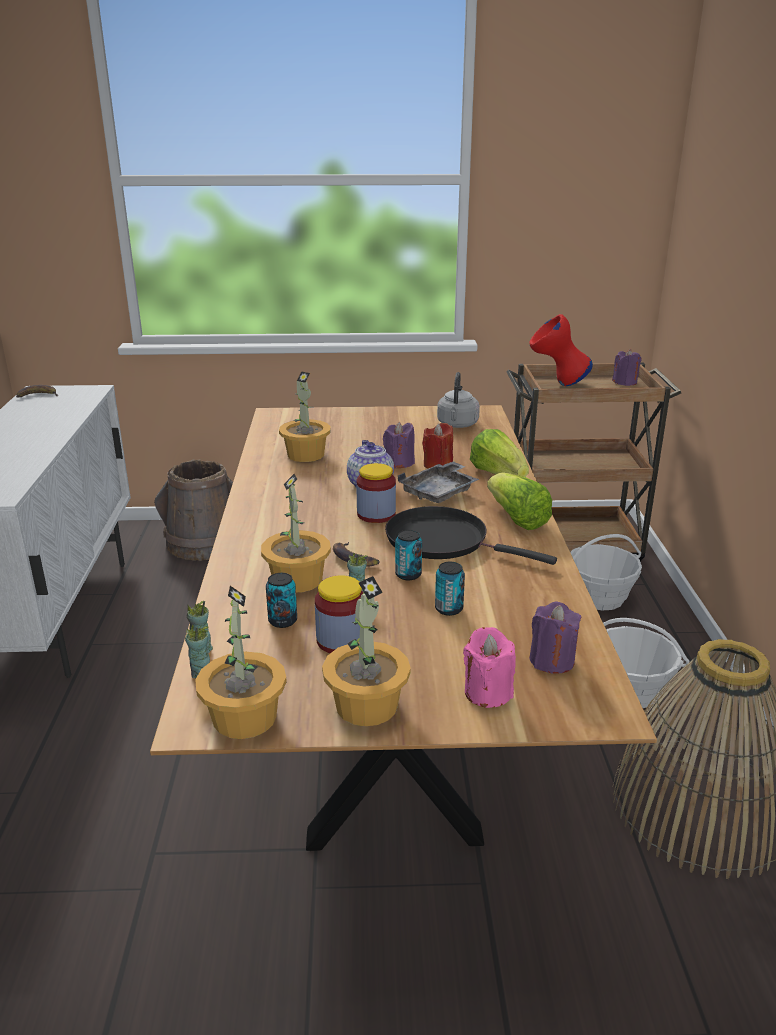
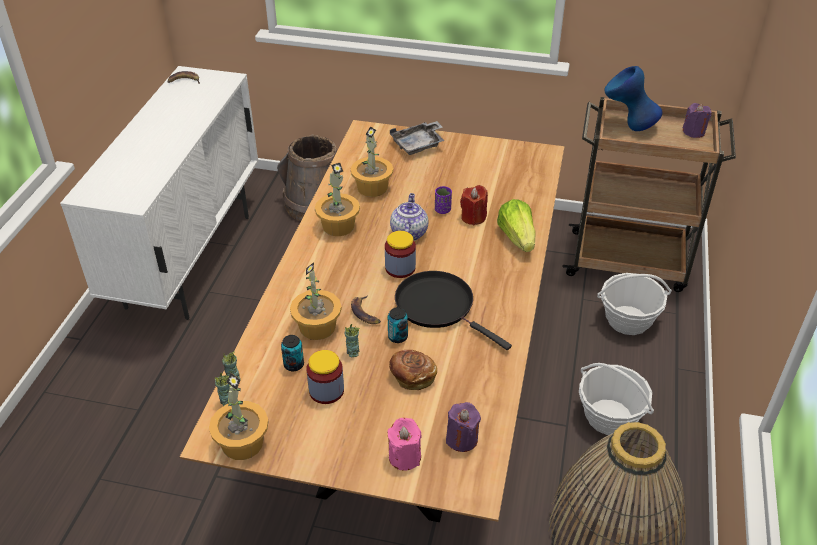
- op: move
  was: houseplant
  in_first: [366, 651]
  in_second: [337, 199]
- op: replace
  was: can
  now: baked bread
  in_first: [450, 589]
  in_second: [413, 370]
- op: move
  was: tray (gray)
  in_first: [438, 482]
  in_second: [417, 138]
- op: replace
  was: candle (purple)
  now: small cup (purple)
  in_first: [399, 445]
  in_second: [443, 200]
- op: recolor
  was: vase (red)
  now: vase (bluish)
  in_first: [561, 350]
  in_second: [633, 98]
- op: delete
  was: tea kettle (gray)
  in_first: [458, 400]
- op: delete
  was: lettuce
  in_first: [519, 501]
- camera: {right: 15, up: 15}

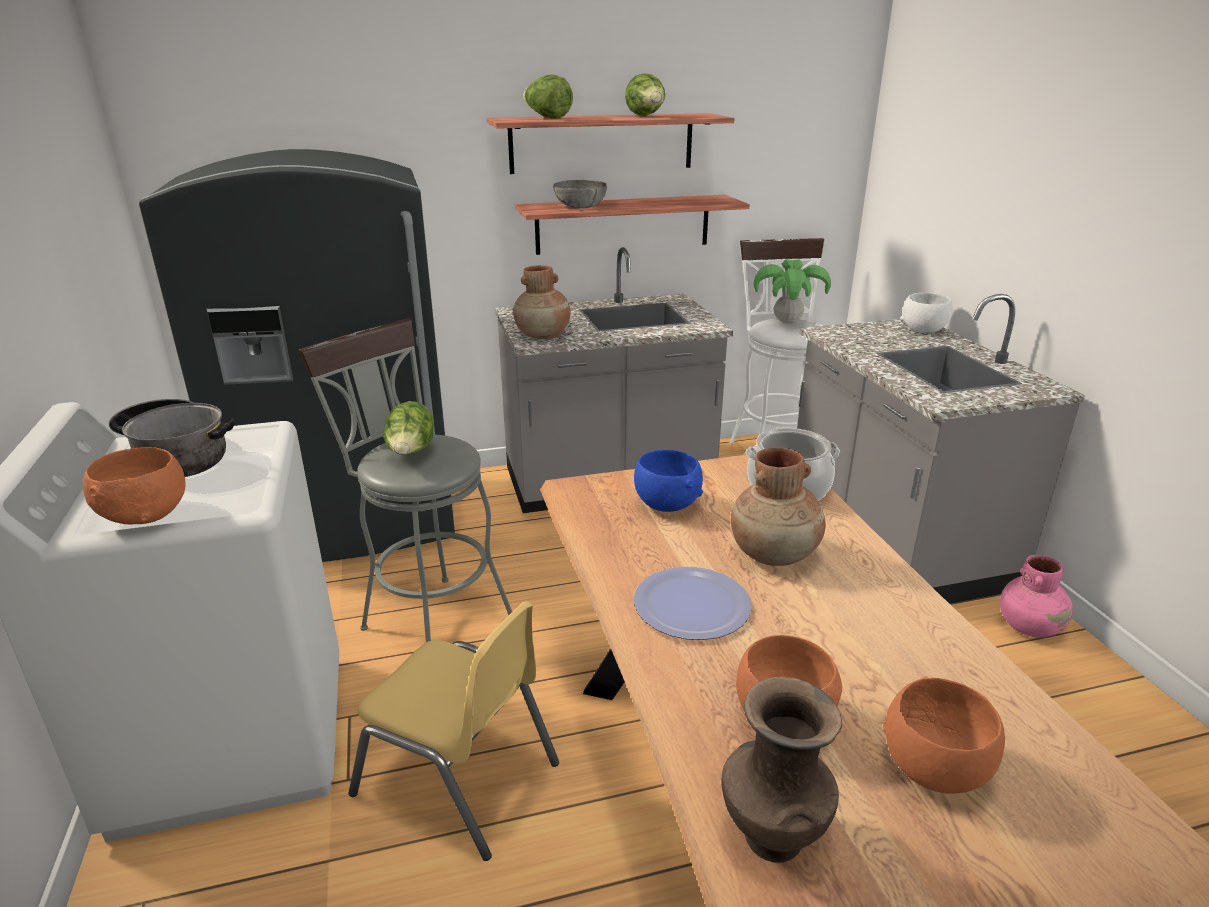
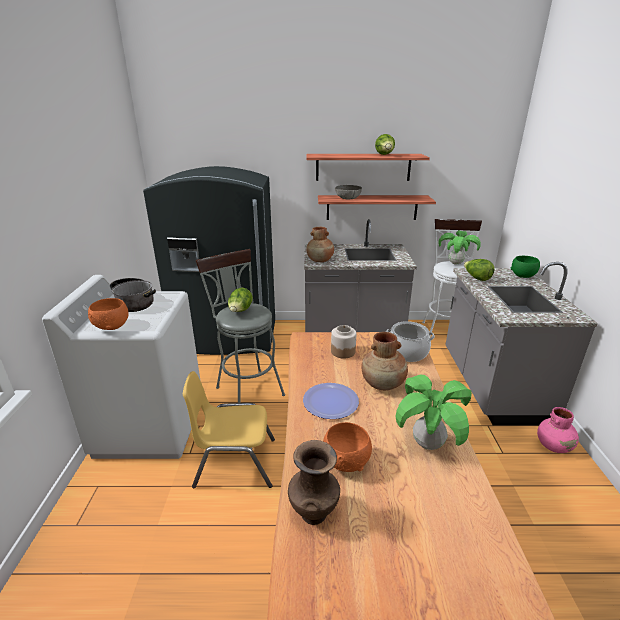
- op: rotate
  was: chair (yellowish)
  in_first: [454, 731]
  in_second: [229, 429]
  clockwise: 135
- op: replace
  was: serving bowl (bluish)
  now: preserve jar
  in_first: [668, 481]
  in_second: [343, 342]
- op: insert
  now: houseplant
  in_second: [433, 412]
- op: move
  was: lettuce
  in_first: [548, 96]
  in_second: [479, 270]
- op: recolor
  was: serving bowl (whitish)
  now: serving bowl (green-coloured)
  in_first: [927, 313]
  in_second: [525, 267]
- op: delete
  was: serving bowl (orange)
  in_first: [944, 735]
- camera: {right: 15, up: 0}

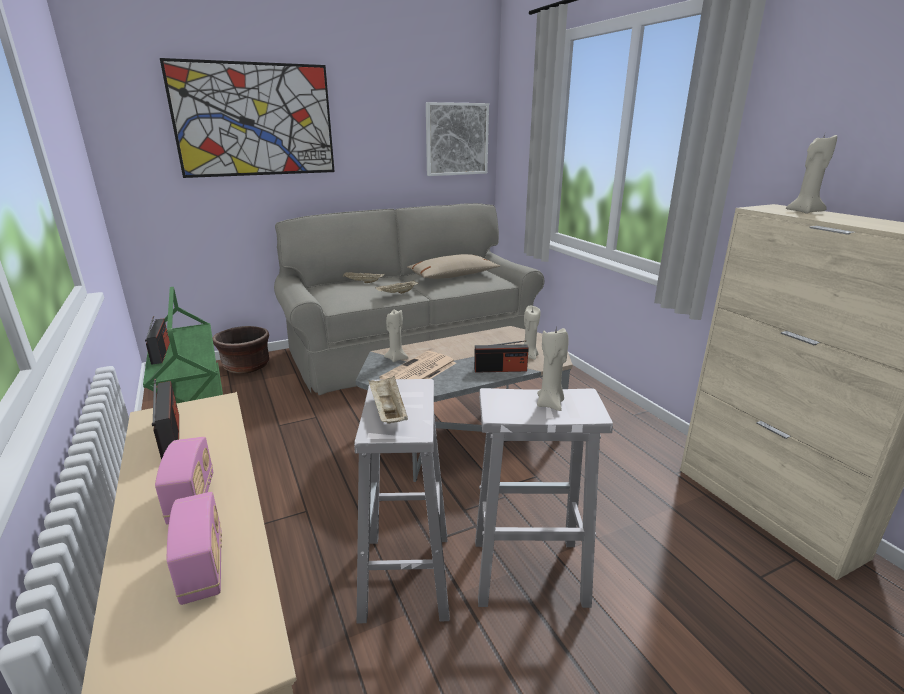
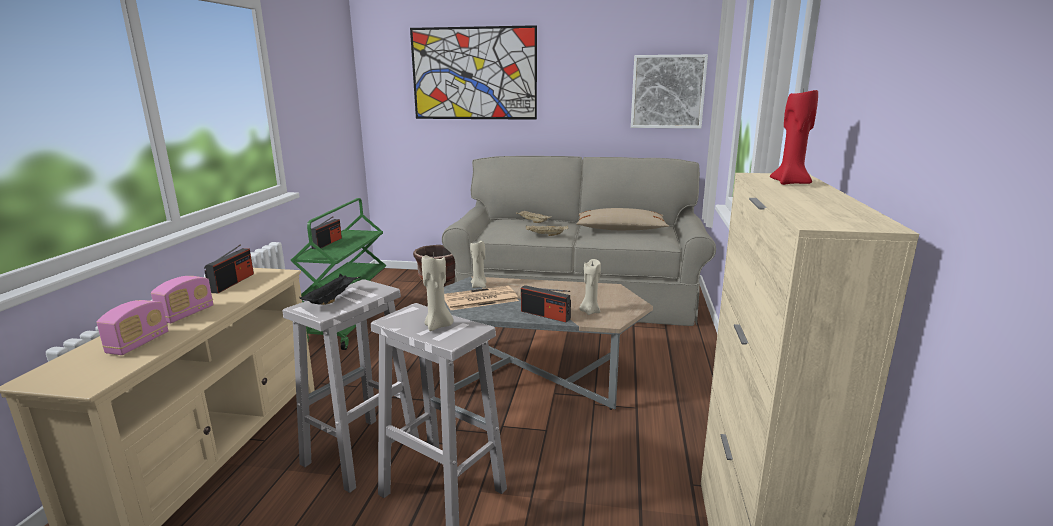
- op: recolor
  was: tray (sand-coloured)
  now: tray (black)
  in_first: [388, 400]
  in_second: [330, 289]
- op: recolor
  was: candle (sand-coloured)
  now: candle (red)
  in_first: [811, 174]
  in_second: [794, 136]
- camera: {right: 35, up: -5}

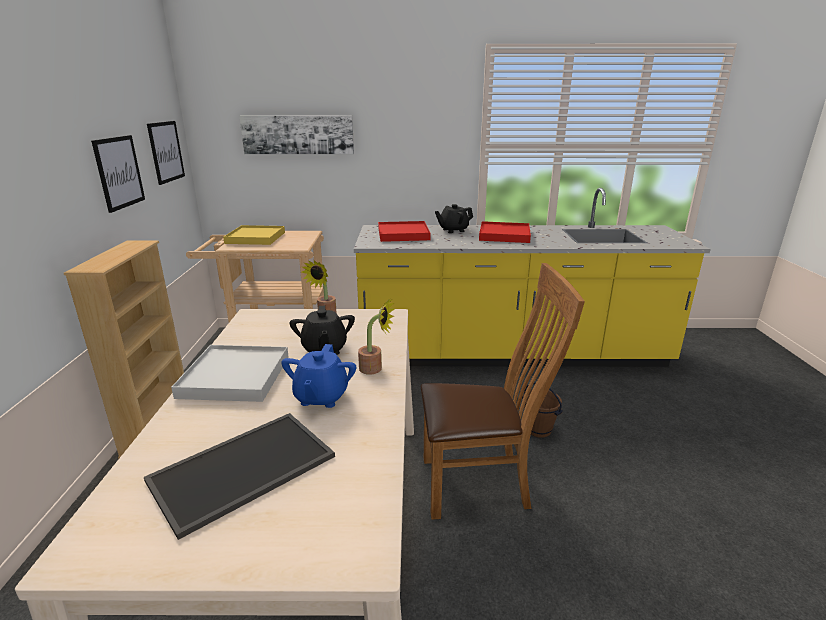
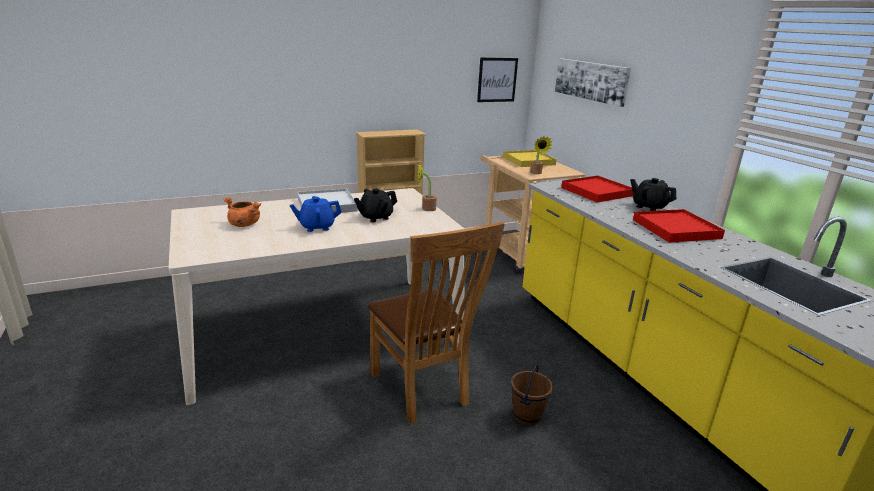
- op: replace
  was: tray
  now: saucepot (orange)
  in_first: [239, 476]
  in_second: [242, 212]
- op: move
  was: houseplant
  in_first: [376, 336]
  in_second: [541, 155]
- op: delete
  was: picture
  in_first: [118, 174]
- camera: {right: 65, up: 0}

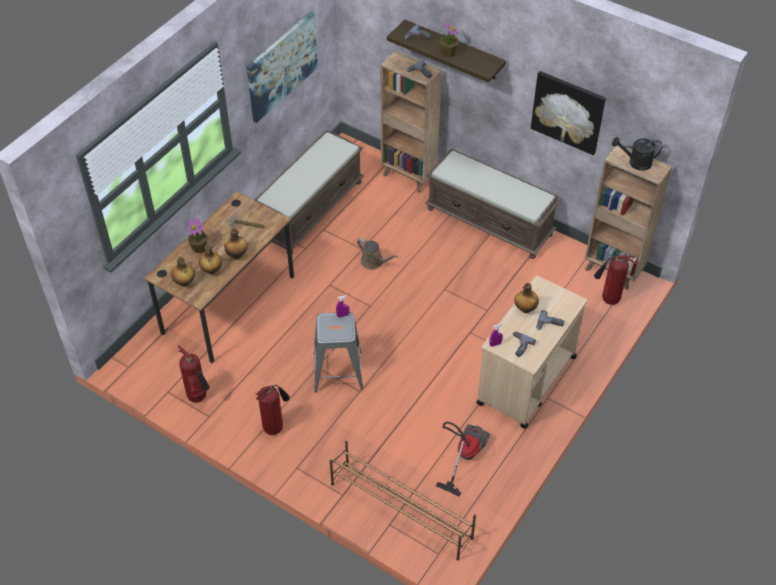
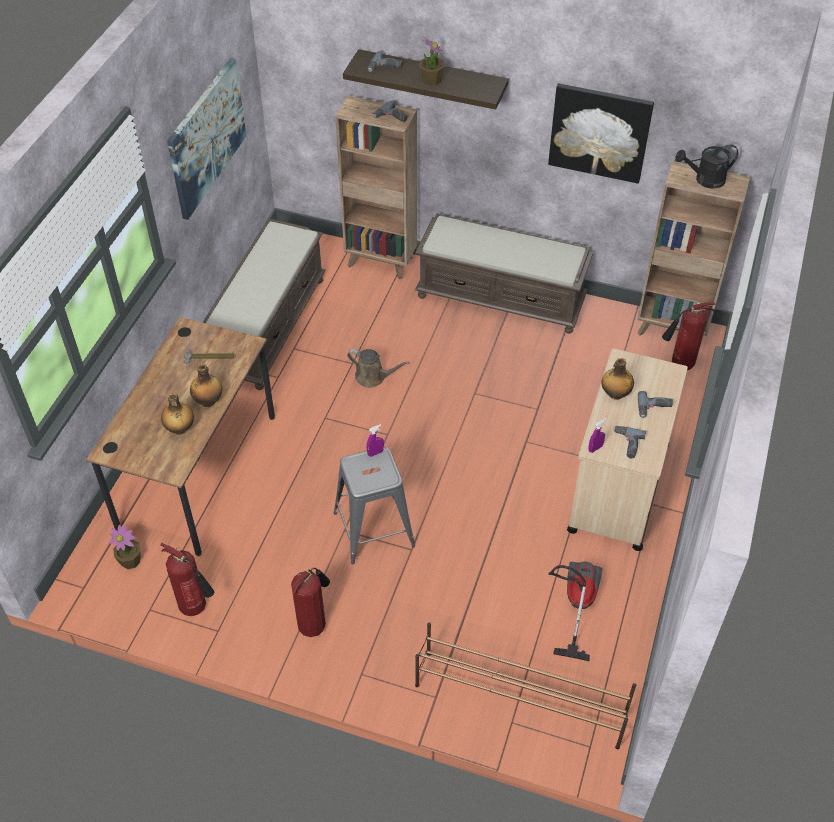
- op: move
  was: houseplant
  in_first: [197, 235]
  in_second: [125, 547]
- op: delete
  was: bottle
  in_first: [183, 271]
- camera: {right: -15, up: 0}

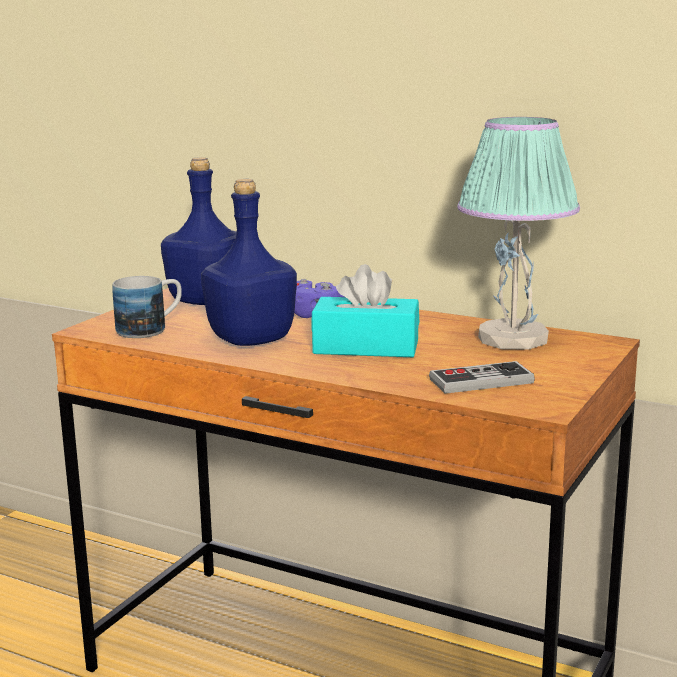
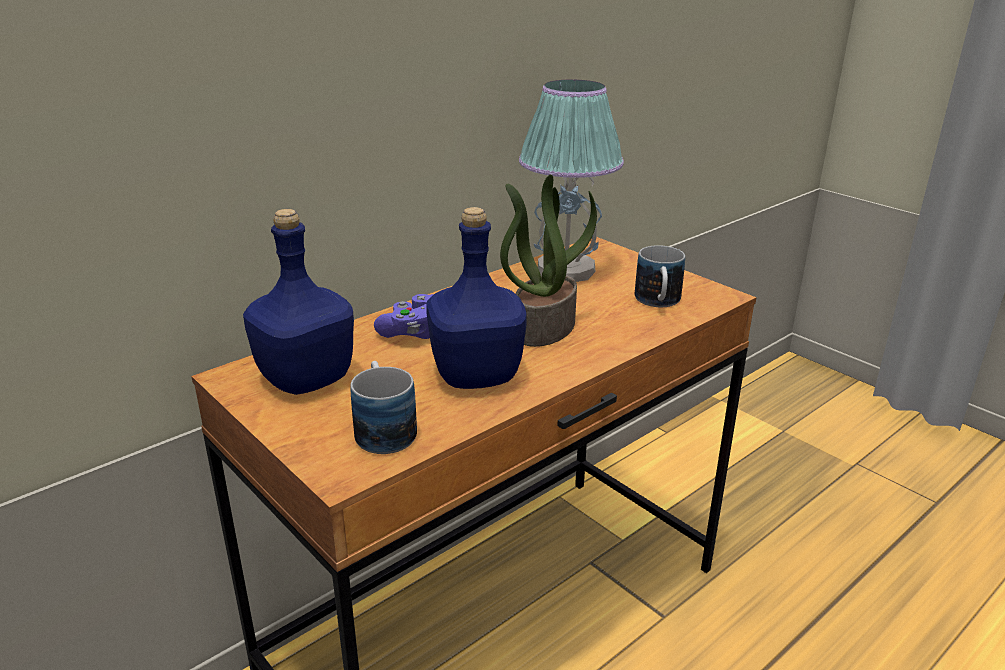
- op: replace
  was: box of tissues (turquoise)
  now: houseplant
  in_first: [365, 310]
  in_second: [548, 260]
- op: replace
  was: gamepad
  now: coffee mug
  in_first: [482, 377]
  in_second: [660, 276]
- camera: {right: -70, up: 10}

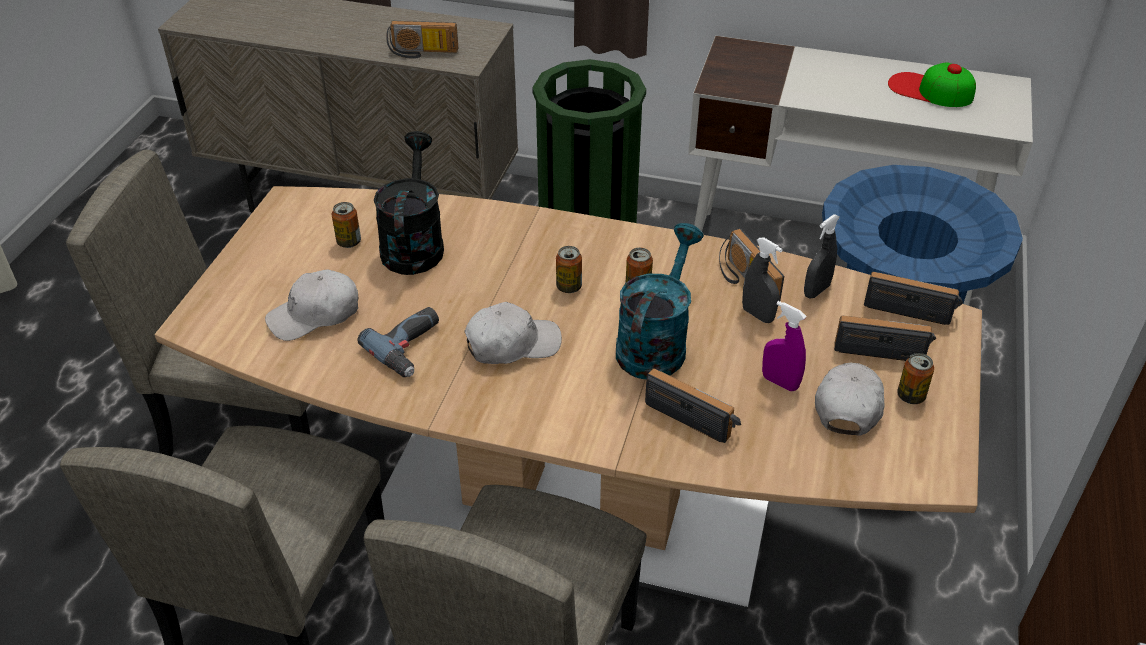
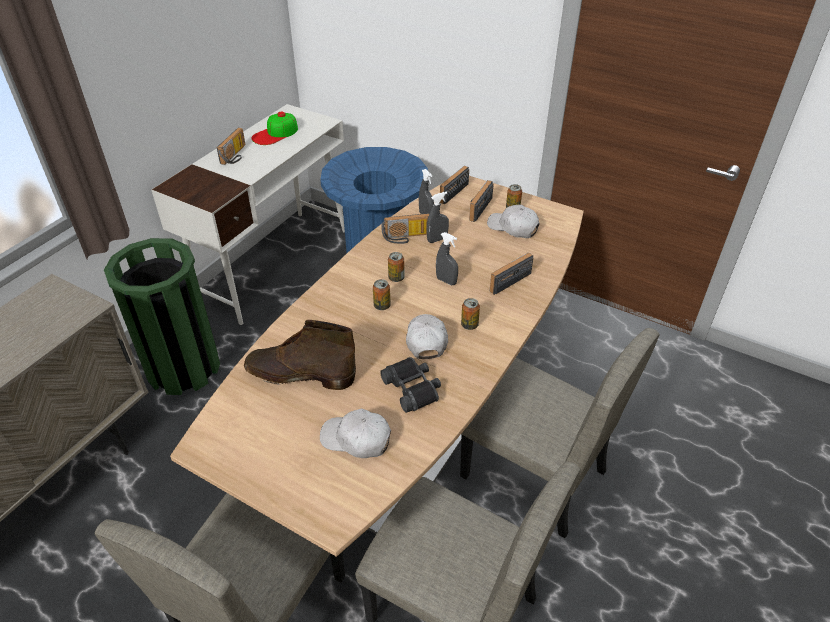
- op: move
  was: radio
  in_first: [422, 40]
  in_second: [231, 146]
- op: replace
  was: watering can (black)
  now: high-top boot (brown)
  in_first: [409, 203]
  in_second: [300, 355]
- op: rotate
  was: baseball cap (whitish)
  in_first: [311, 305]
  in_second: [355, 433]
  clockwise: 120
- op: replace
  was: drill
  now: pair of binoculars (black)
  in_first: [398, 342]
  in_second: [410, 385]
- op: replace
  was: watering can (turquoise)
  now: sprayer (gray)
  in_first: [660, 301]
  in_second: [447, 258]
- op: move
  was: can
  in_first: [346, 225]
  in_second: [470, 314]
- op: delete
  was: sprayer (purple)
  in_first: [784, 346]
- camera: {right: -75, up: 0}

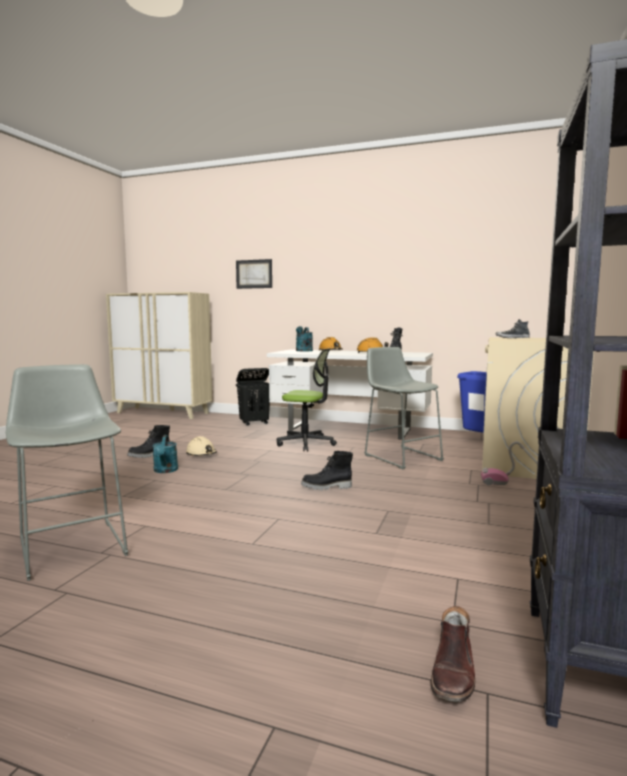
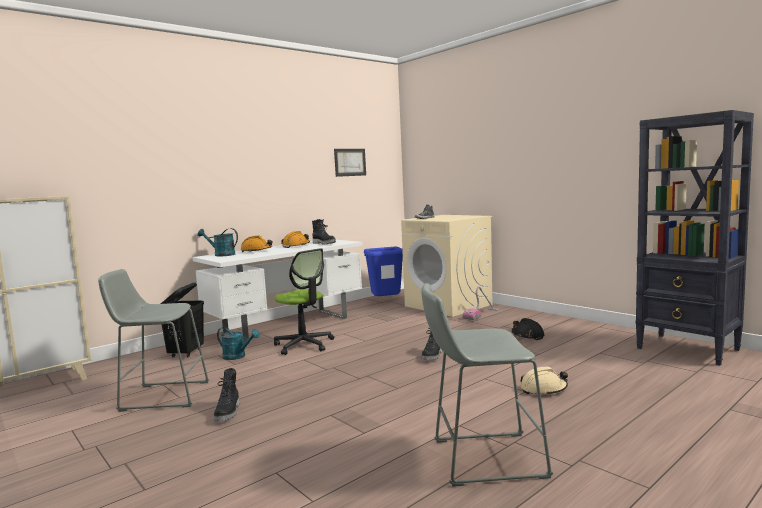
- op: move
  was: sitting stool (gray)
  in_first: [404, 408]
  in_second: [154, 340]
- op: move
  was: watering can (turquoise)
  in_first: [165, 454]
  in_second: [238, 343]
- op: rotate
  was: desk chair
  in_first: [307, 399]
  in_second: [304, 301]
  clockwise: 90
- op: move
  was: picture
  in_first: [254, 274]
  in_second: [350, 163]
- op: insert
  now: hard hat (black)
  in_second: [528, 329]
- op: move
  was: hard hat (sand-coloured)
  in_first: [201, 446]
  in_second: [544, 381]
- op: delete
  was: high-top boot (brown)
  in_first: [453, 654]
- camera: {right: -60, up: 0}

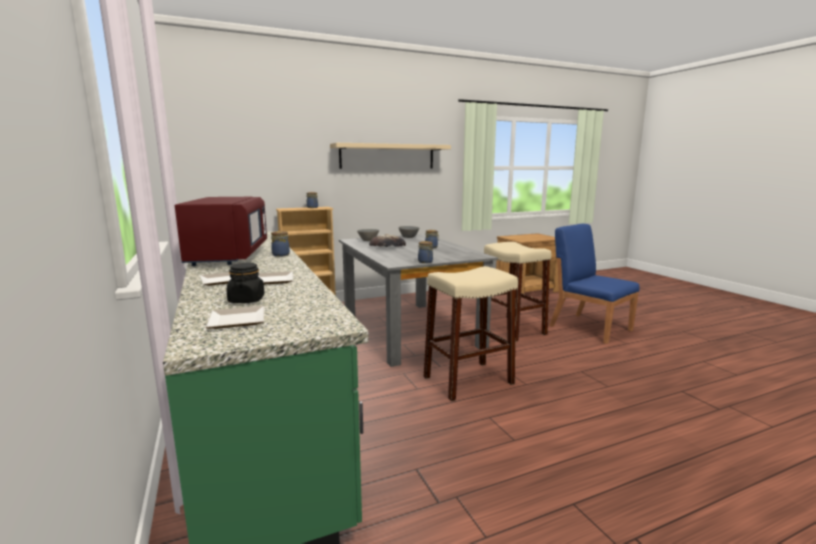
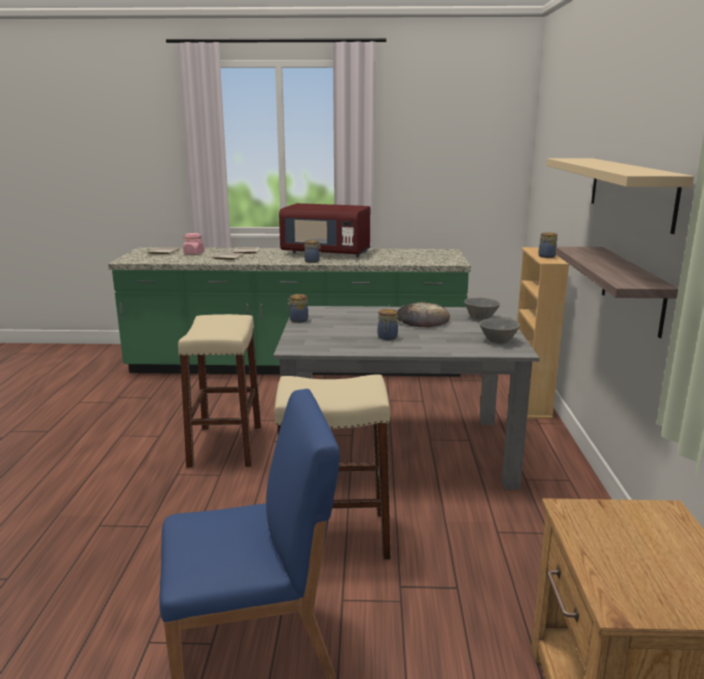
- op: recolor
  was: preserve jar (black)
  now: preserve jar (pink)
  in_first: [246, 283]
  in_second: [193, 244]
- op: insert
  now: wall shelf
  in_second: [616, 292]
- camera: {right: 115, up: 5}

